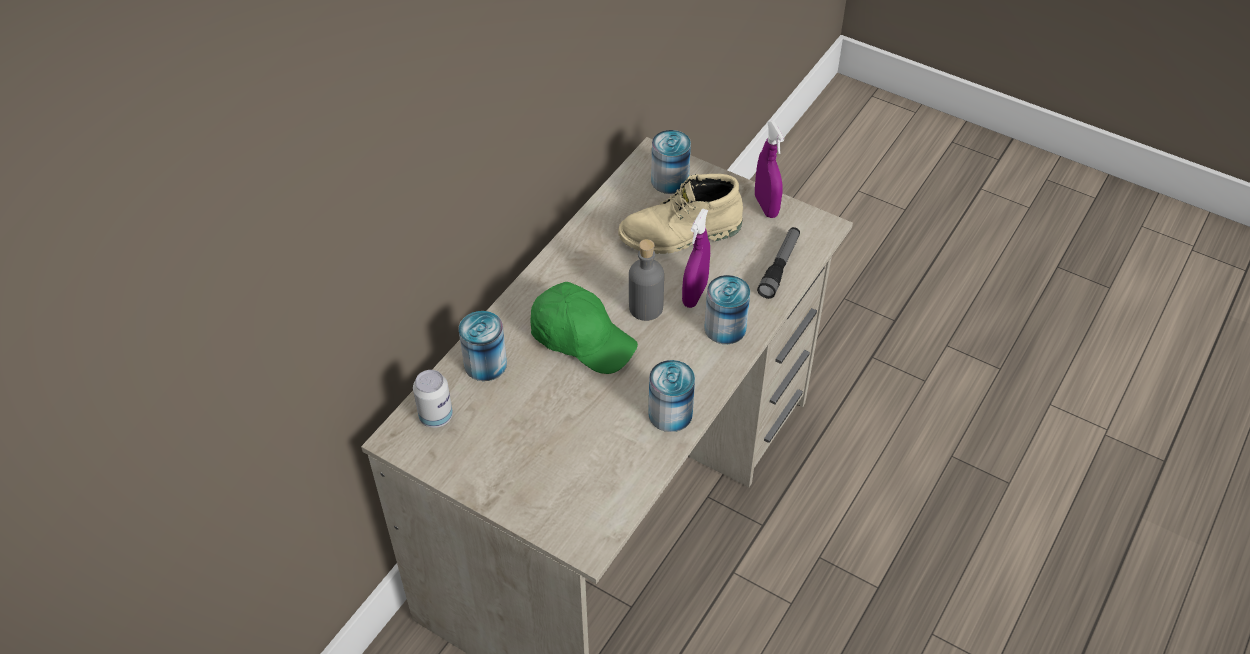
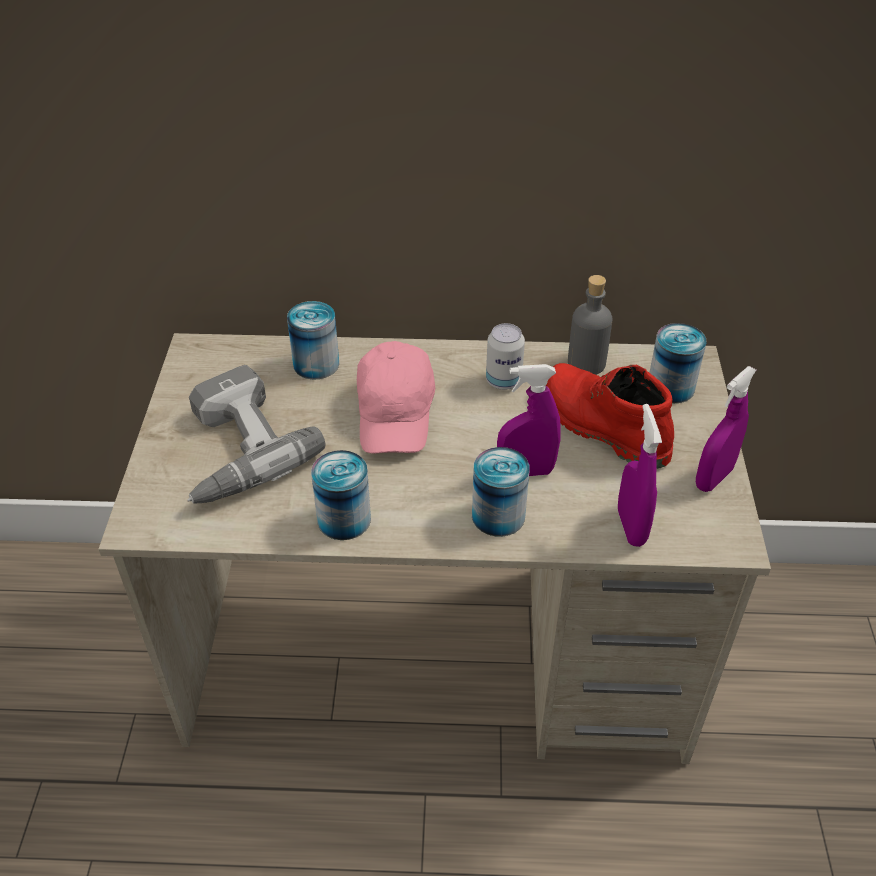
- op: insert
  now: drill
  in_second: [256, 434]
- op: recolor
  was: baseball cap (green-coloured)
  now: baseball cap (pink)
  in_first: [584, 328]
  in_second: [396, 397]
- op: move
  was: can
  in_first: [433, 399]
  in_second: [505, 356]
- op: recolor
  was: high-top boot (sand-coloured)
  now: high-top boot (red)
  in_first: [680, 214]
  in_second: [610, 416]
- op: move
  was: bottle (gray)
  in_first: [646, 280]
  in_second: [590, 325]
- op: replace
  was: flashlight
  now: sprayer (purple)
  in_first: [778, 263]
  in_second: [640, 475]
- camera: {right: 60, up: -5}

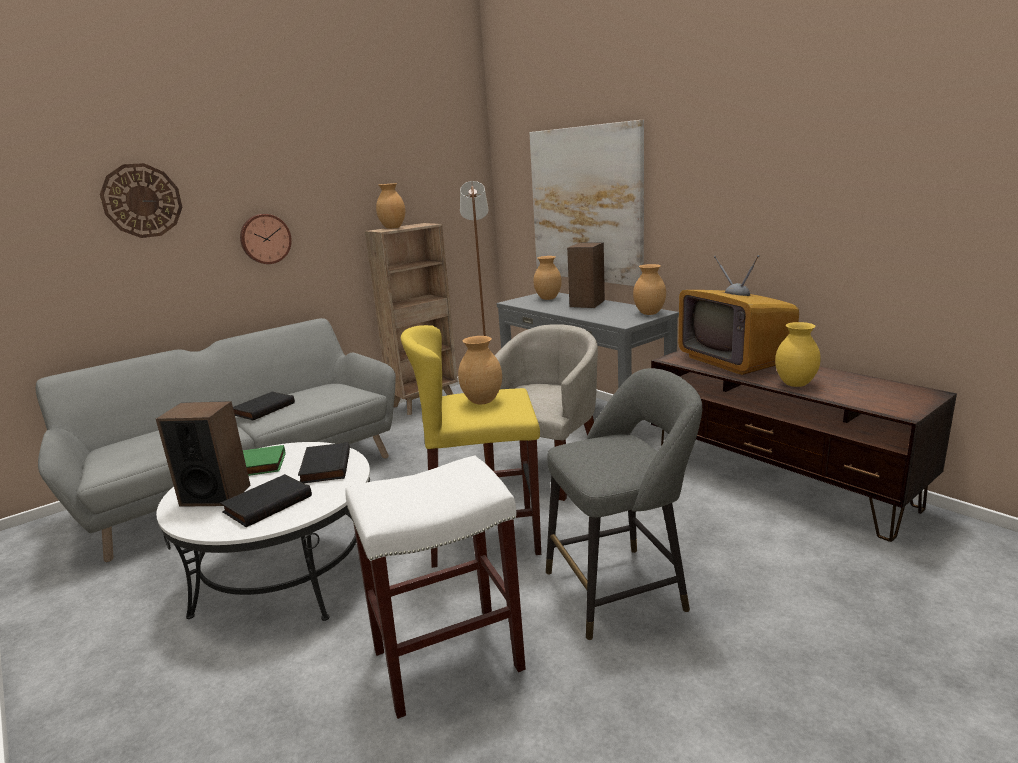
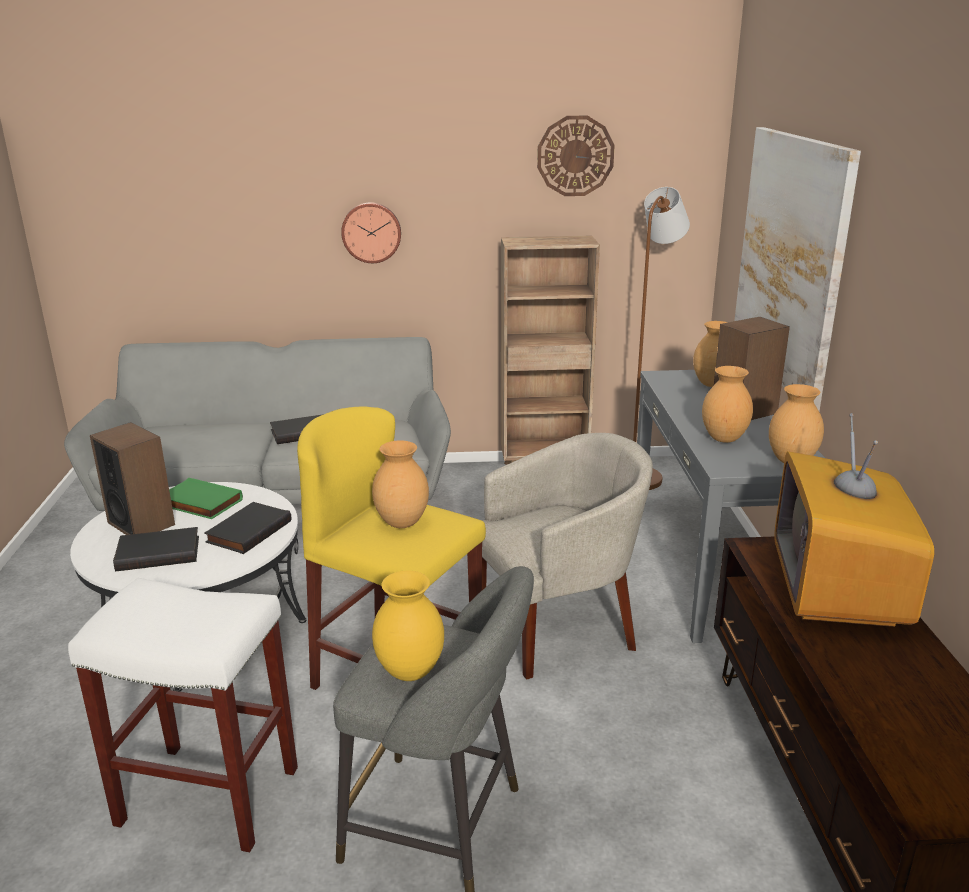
- op: move
  was: vase (yellowish)
  in_first: [798, 354]
  in_second: [408, 626]
- op: move
  was: wall clock
  in_first: [141, 200]
  in_second: [576, 156]
- op: move
  was: vase (brown)
  in_first: [390, 206]
  in_second: [727, 404]
- camera: {right: 35, up: 5}

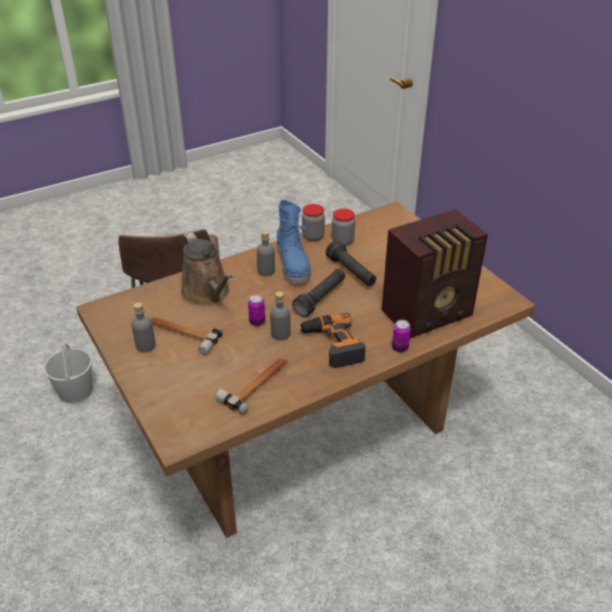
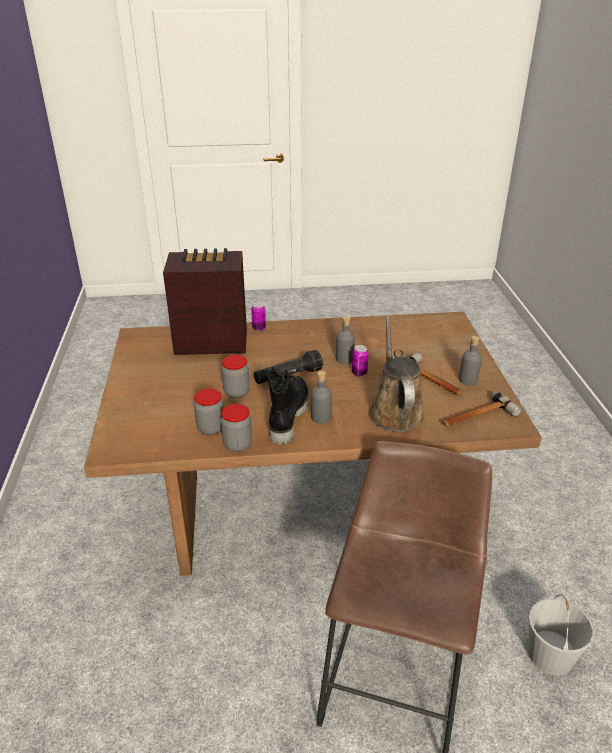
- op: replace
  was: flashlight (black)
  now: preserve jar
  in_first: [351, 263]
  in_second: [236, 376]
- op: recolor
  was: high-top boot (bluish)
  now: high-top boot (black)
  in_first: [294, 242]
  in_second: [288, 406]
- op: move
  was: tool hammer
  in_first: [251, 385]
  in_second: [481, 409]
- op: delete
  was: drill
  in_first: [332, 340]
- camera: {right: -155, up: -5}

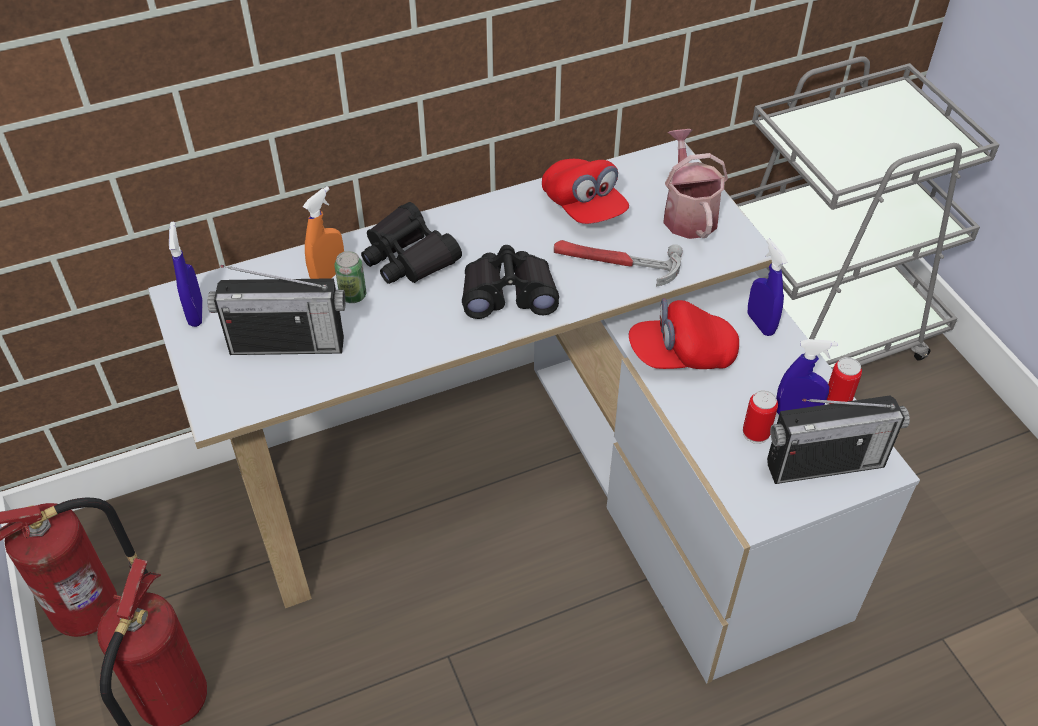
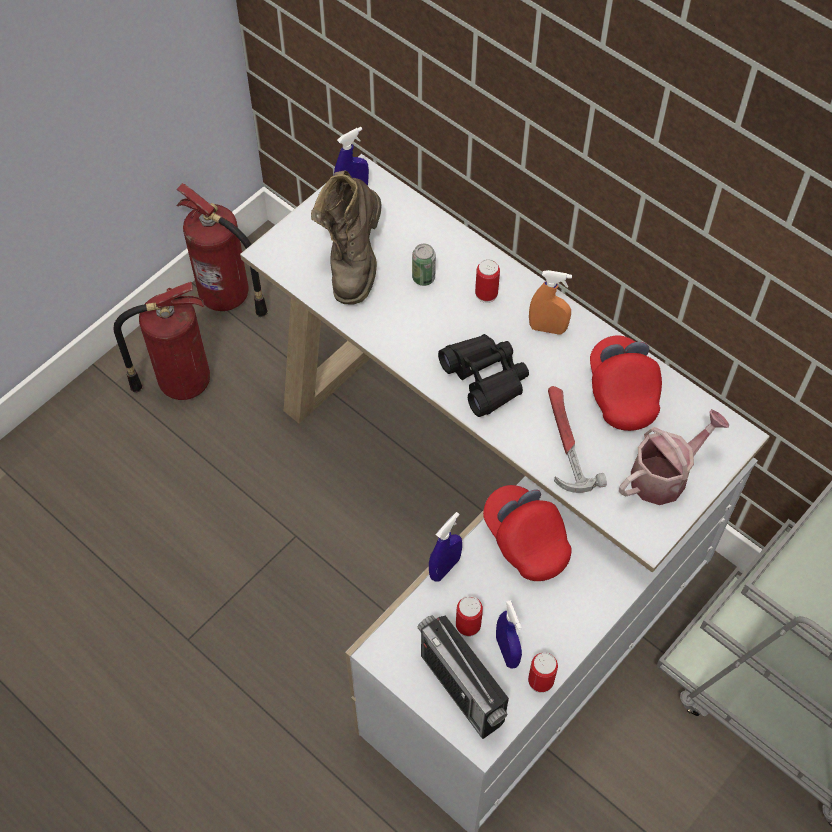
- op: replace
  was: radio
  now: high-top boot (brown)
  in_first: [276, 310]
  in_second: [346, 237]
- op: move
  was: sprayer (bluish)
  in_first: [767, 287]
  in_second: [445, 547]
- op: replace
  was: pair of binoculars (black)
  now: can
  in_first: [411, 243]
  in_second: [487, 281]
- op: move
  was: sprayer (orange)
  in_first: [323, 232]
  in_second: [550, 302]
- op: rotate
  was: baseball cap (red)
  in_first: [585, 191]
  in_second: [626, 383]
  clockwise: 135
- camera: {right: 65, up: 10}

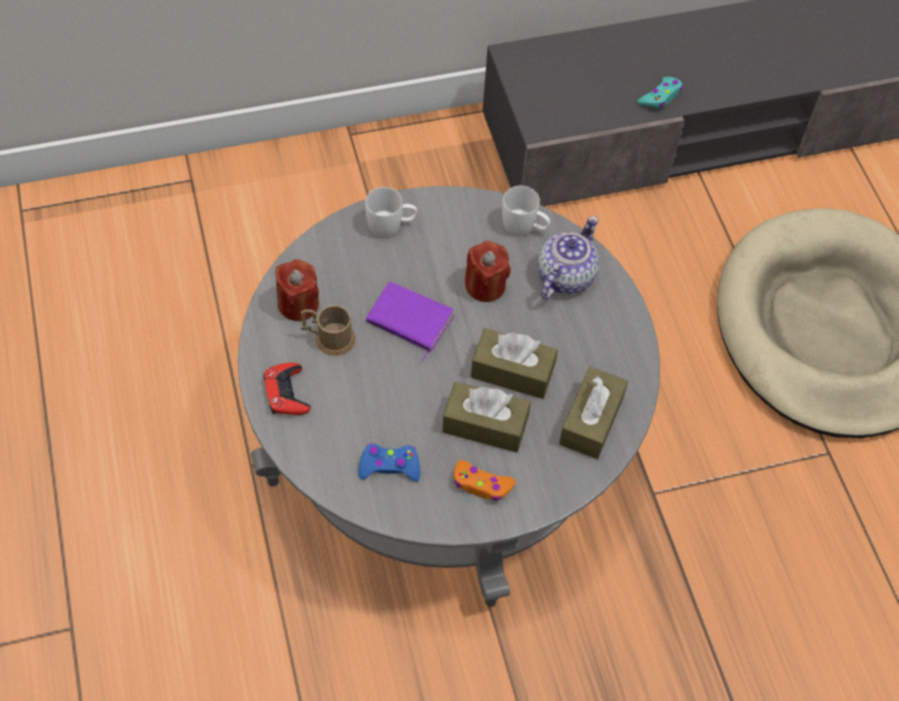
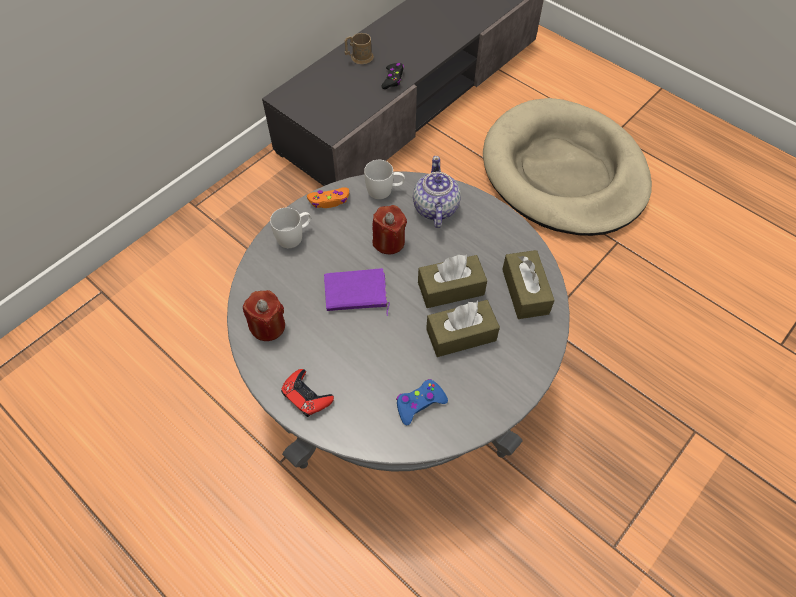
- op: move
  was: gamepad (orange)
  in_first: [484, 480]
  in_second: [328, 197]
- op: move
  was: coffee mug (brown)
  in_first: [328, 330]
  in_second: [359, 48]
- op: recolor
  was: gamepad (turquoise)
  now: gamepad (black)
  in_first: [660, 92]
  in_second: [392, 76]
- camera: {right: -30, up: 0}

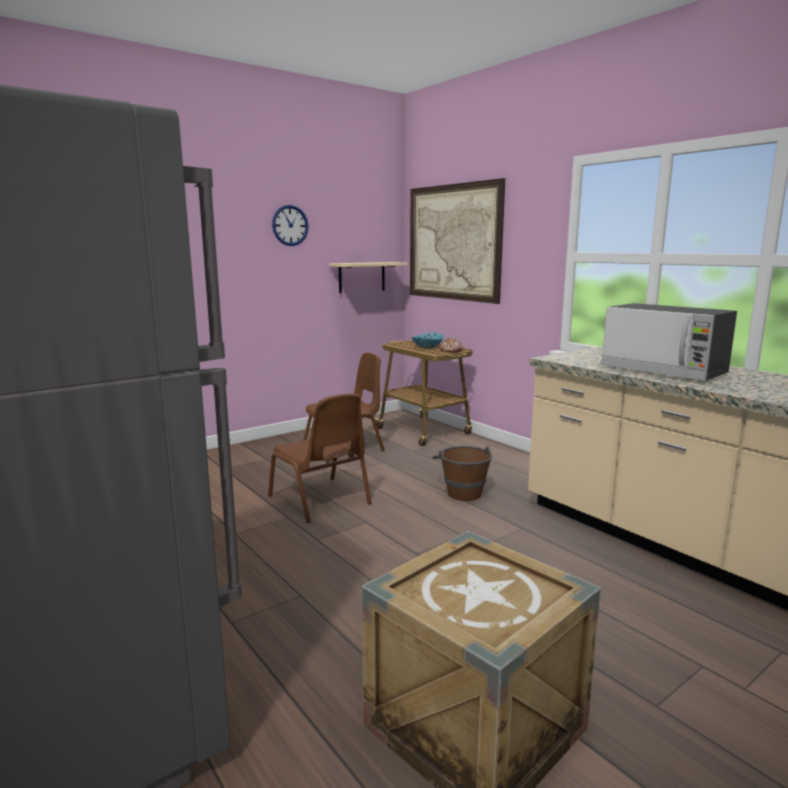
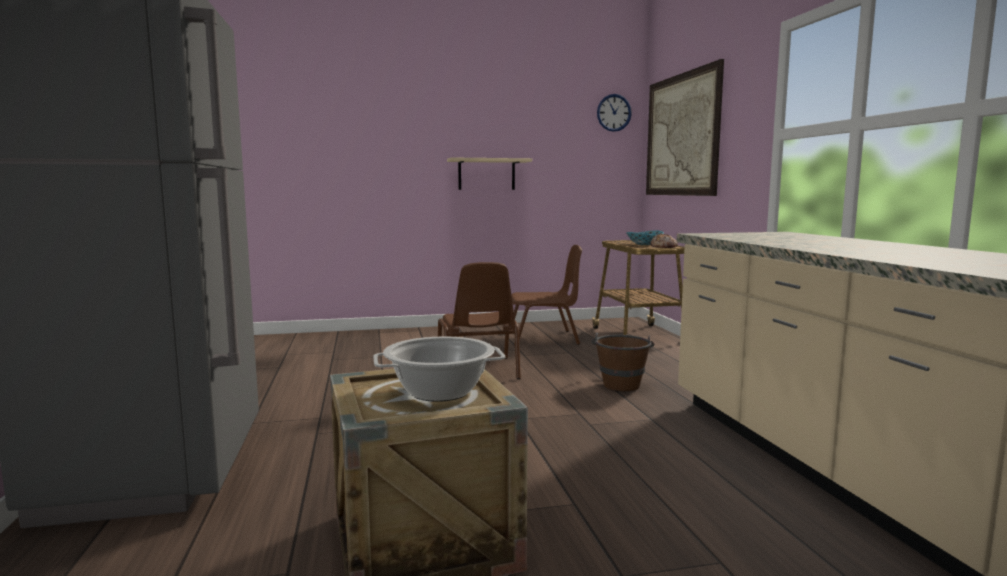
- op: insert
  now: saucepot
  in_second: [439, 369]
- op: move
  was: wall shelf (sand-coloured)
  in_first: [368, 277]
  in_second: [489, 173]
- op: move
  was: wall clock
  in_first: [290, 225]
  in_second: [614, 113]
- op: delete
  was: microwave
  in_first: [669, 342]
- camera: {right: 25, up: -5}

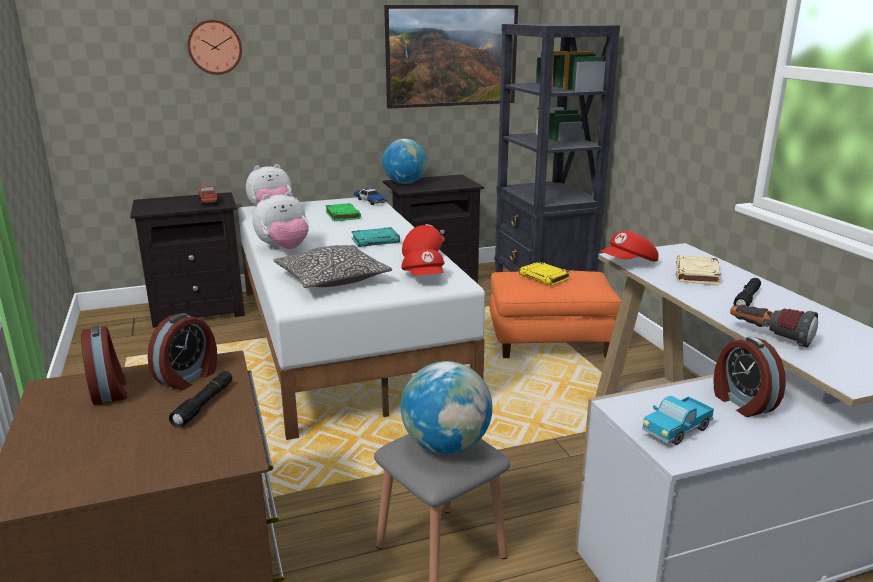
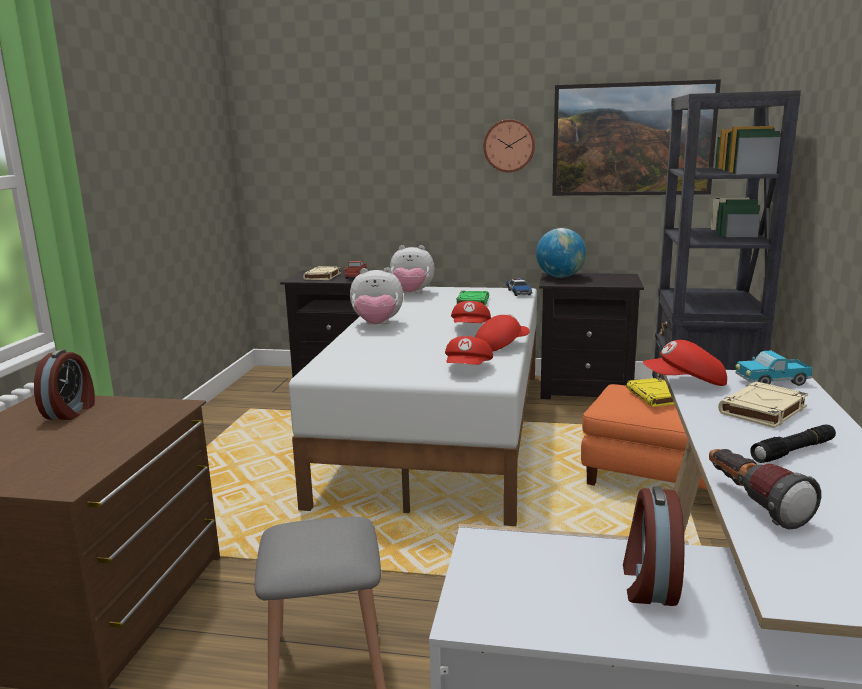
- op: insert
  now: volume (sand-coloured)
  in_second: [322, 273]
- op: replace
  was: volume (turquoise)
  now: baseball cap (red)
  in_first: [375, 237]
  in_second: [471, 312]
- op: move
  was: wall clock
  in_first: [214, 47]
  in_second: [509, 145]
- op: move
  was: toy lorry
  in_first: [678, 420]
  in_second: [774, 368]
- op: delete
  was: alarm clock
  in_first: [182, 351]
- op: delete
  was: flashlight (black)
  in_first: [200, 399]
- op: delete
  was: cushion
  in_first: [333, 266]
- op: delete
  was: world globe
  in_first: [446, 407]
- camera: {right: 30, up: -5}

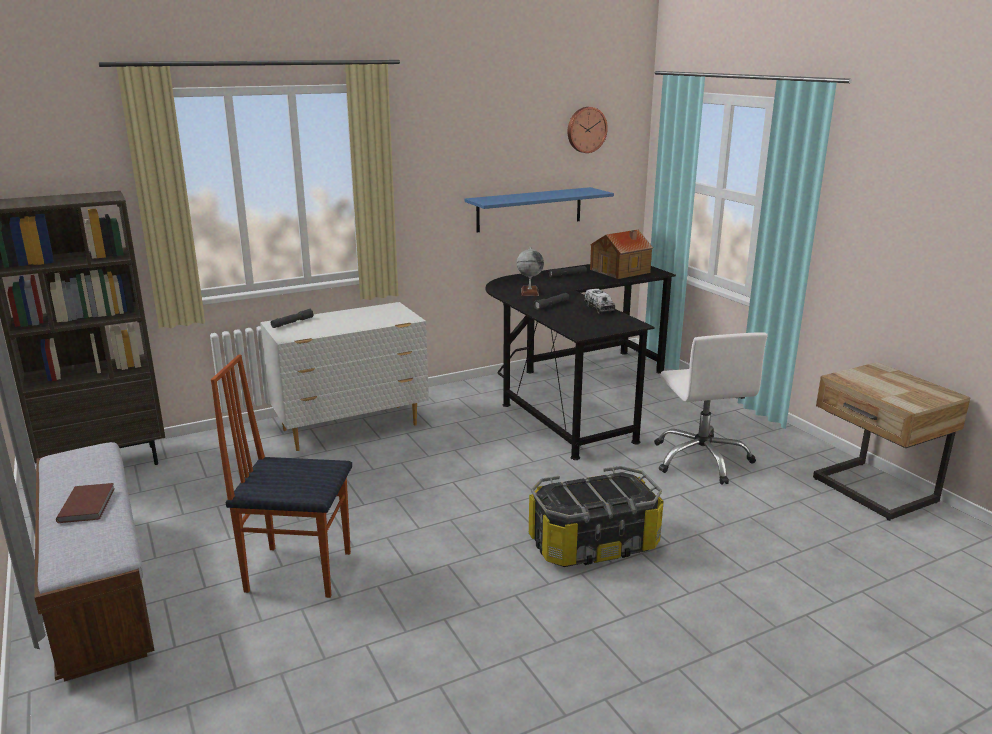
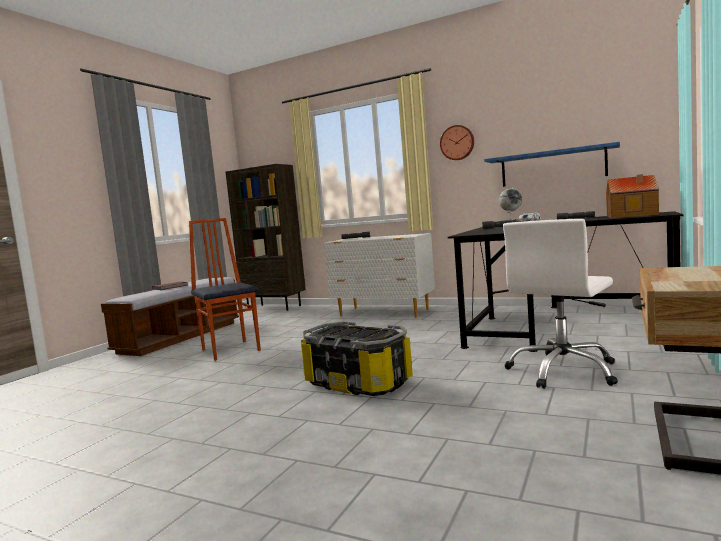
- op: move
  was: wall clock
  in_first: [588, 130]
  in_second: [457, 142]
- camera: {right: 55, up: -15}

